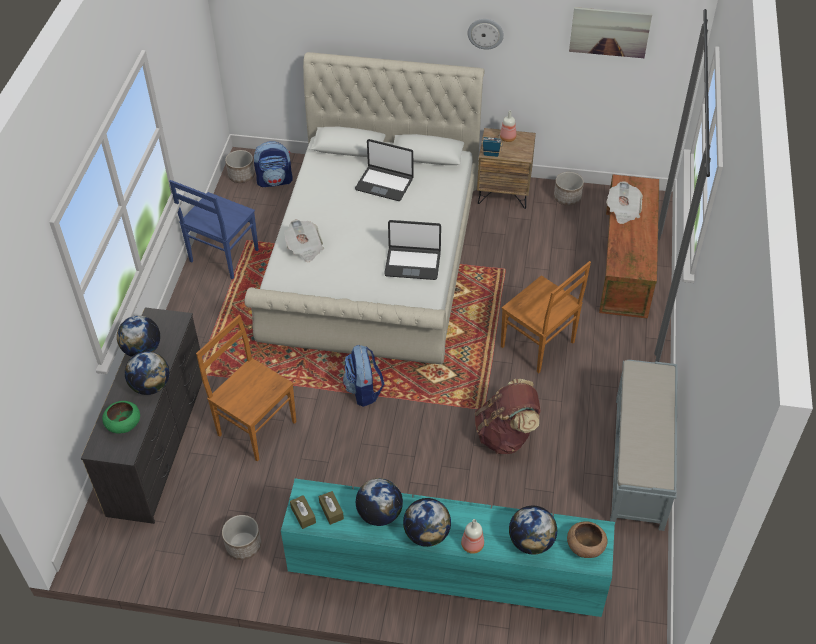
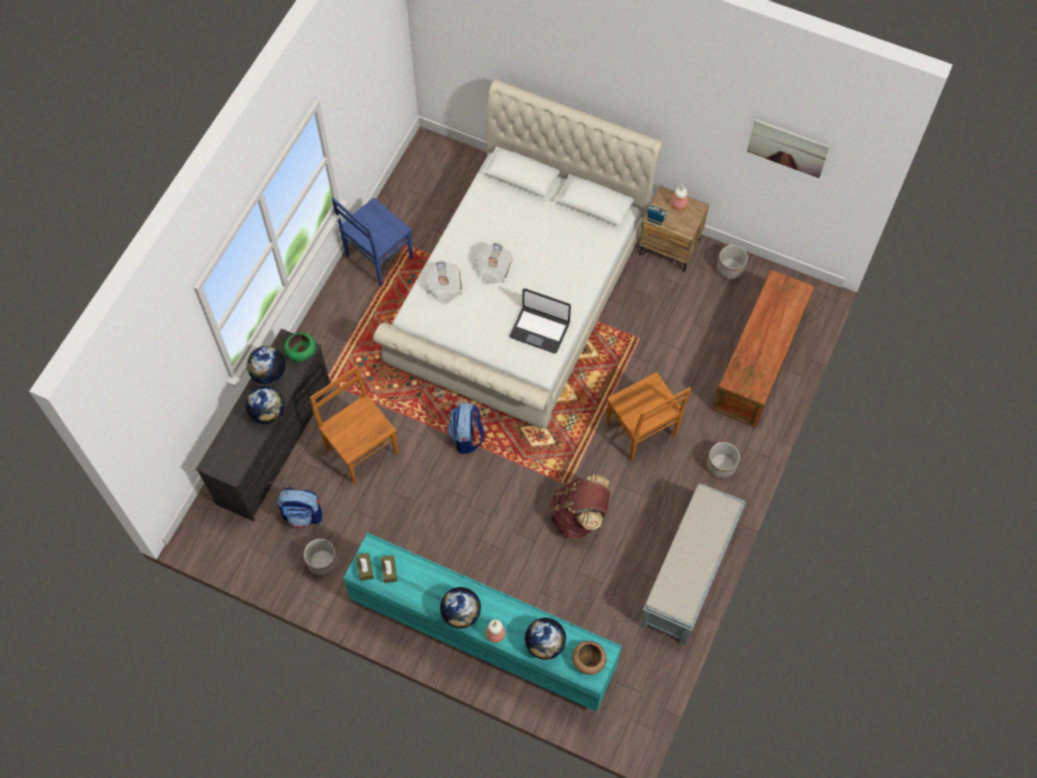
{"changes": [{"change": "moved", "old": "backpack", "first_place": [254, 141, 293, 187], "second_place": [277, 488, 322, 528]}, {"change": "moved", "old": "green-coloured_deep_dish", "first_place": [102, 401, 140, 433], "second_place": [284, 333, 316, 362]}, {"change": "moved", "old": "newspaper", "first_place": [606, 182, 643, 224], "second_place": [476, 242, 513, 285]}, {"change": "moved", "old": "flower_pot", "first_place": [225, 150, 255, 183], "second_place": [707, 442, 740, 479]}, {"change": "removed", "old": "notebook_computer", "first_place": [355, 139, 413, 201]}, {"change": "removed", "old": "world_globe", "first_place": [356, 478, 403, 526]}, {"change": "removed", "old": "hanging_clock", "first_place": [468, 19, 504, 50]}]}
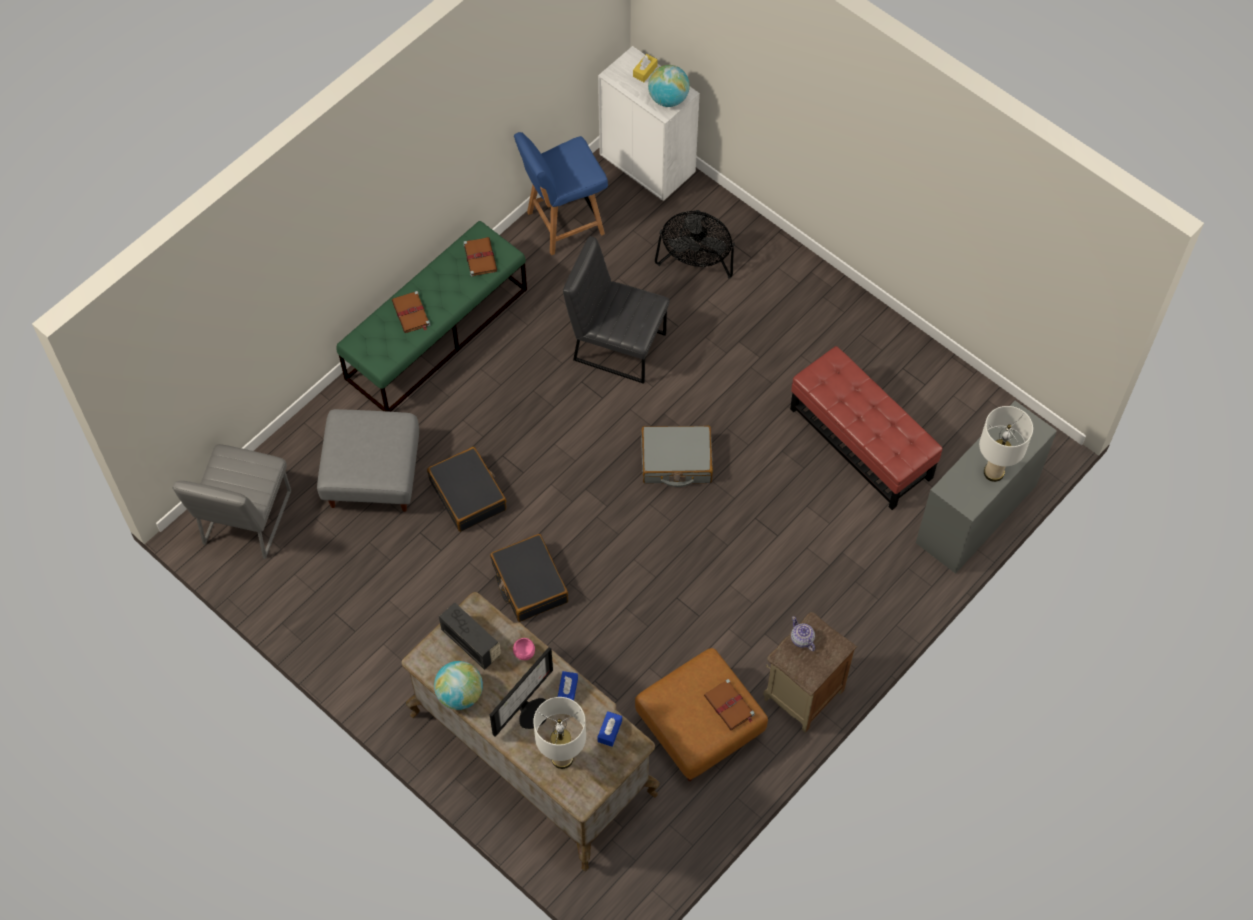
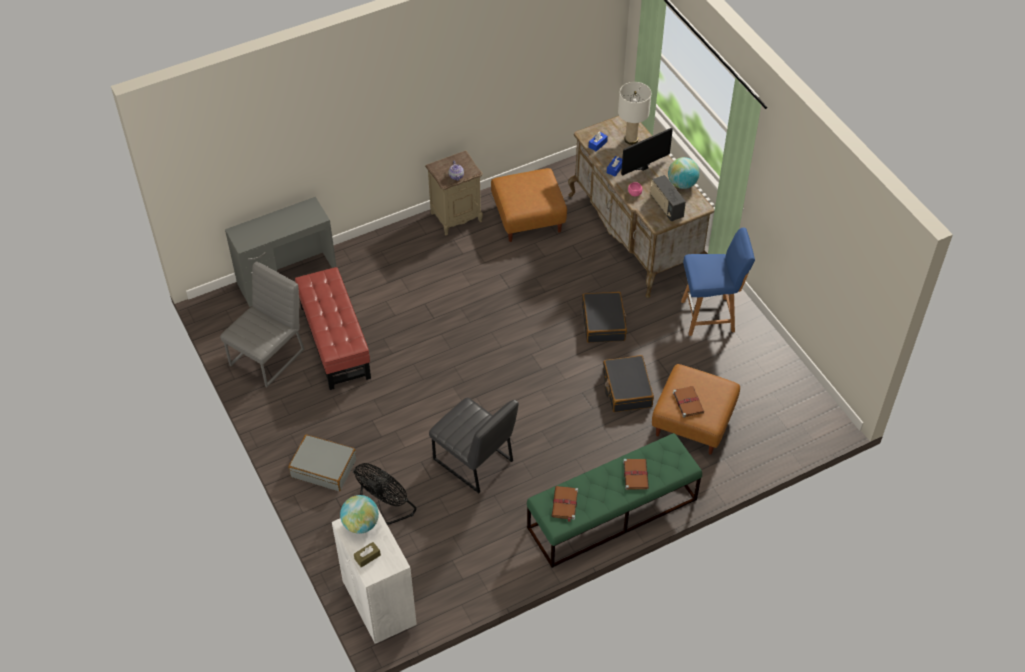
{"changes": [{"change": "moved", "old": "greyish_plain_chair", "first_place": [172, 444, 291, 559], "second_place": [220, 262, 304, 387]}, {"change": "moved", "old": "greyish_suitcase", "first_place": [641, 426, 713, 487], "second_place": [288, 435, 356, 491]}, {"change": "recoloured", "old": "yellow-coloured_tissue_holder", "new": "brownish_tissue_holder", "first_place": [633, 54, 658, 82], "second_place": [354, 542, 381, 568]}, {"change": "recoloured", "old": "greyish_ottoman", "new": "brownish_ottoman", "first_place": [317, 409, 419, 512], "second_place": [652, 364, 740, 455]}, {"change": "moved", "old": "brownish_book", "first_place": [704, 679, 755, 730], "second_place": [673, 386, 704, 418]}, {"change": "moved", "old": "blue_plain_chair", "first_place": [514, 132, 608, 255], "second_place": [681, 228, 755, 336]}, {"change": "removed", "old": "white_tabletop_lamp", "first_place": [979, 406, 1033, 482]}]}
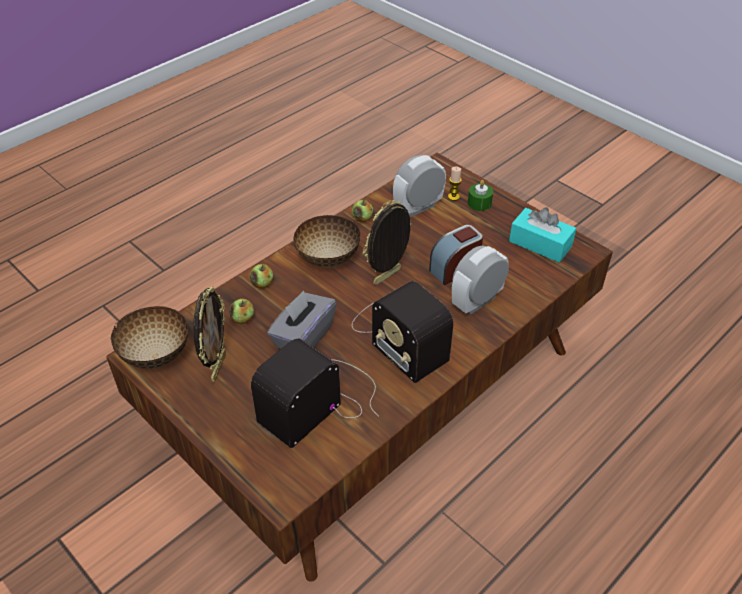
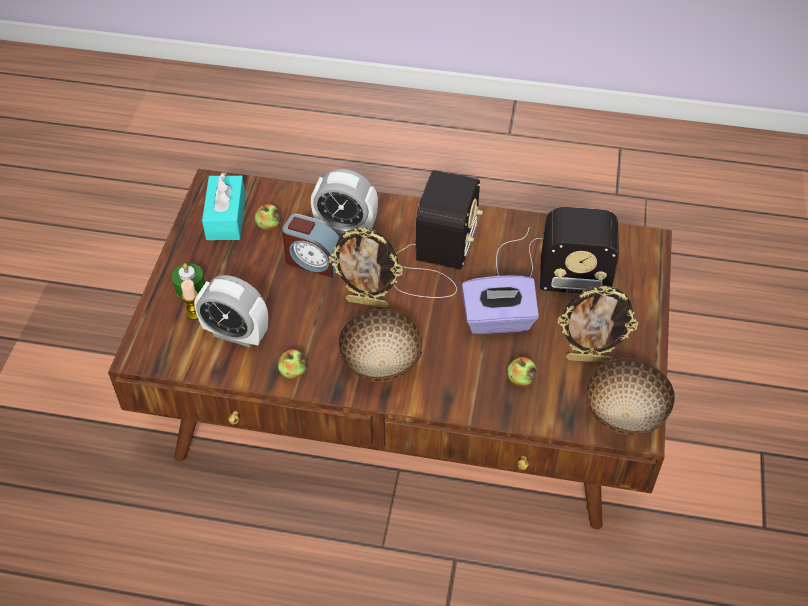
{"changes": [{"change": "moved", "old": "whole_apple", "first_place": [250, 264, 273, 289], "second_place": [255, 204, 281, 231]}, {"change": "recoloured", "old": "greyish_tissue_holder", "new": "purple_tissue_holder", "first_place": [267, 290, 336, 349], "second_place": [462, 276, 539, 334]}, {"change": "turned", "old": "picture_frame", "first_place": [193, 286, 226, 382], "second_place": [558, 285, 638, 363], "degrees": -150}]}
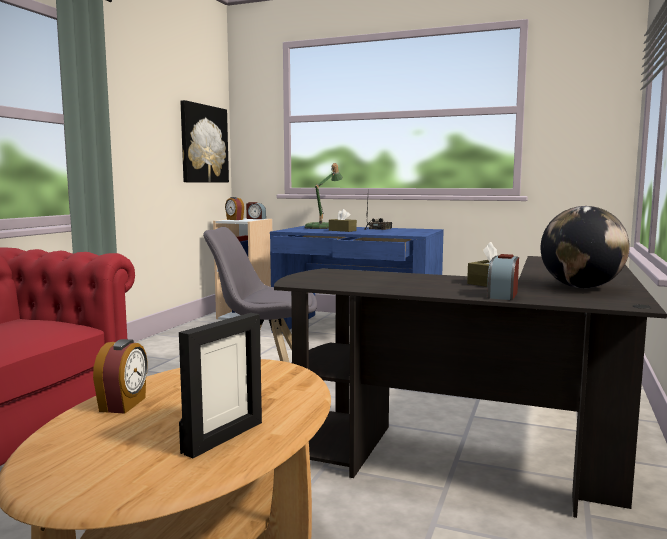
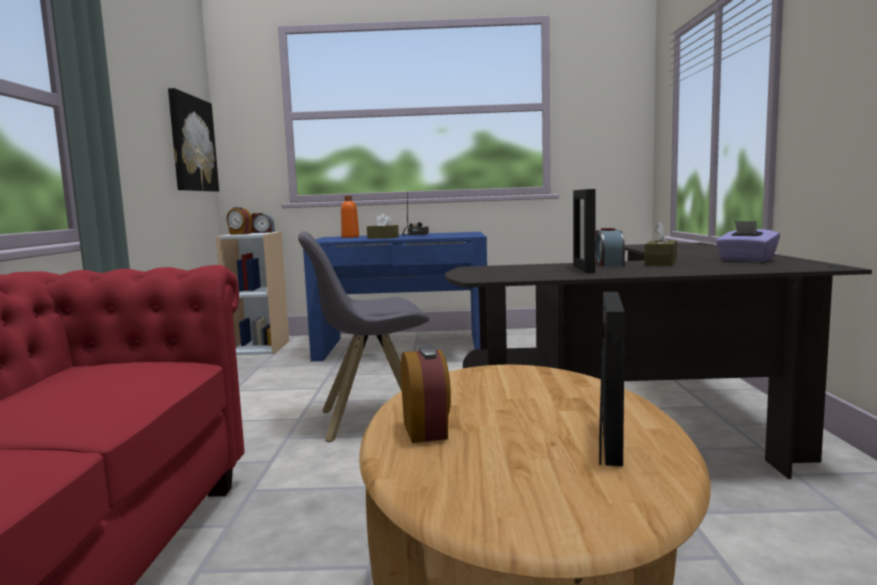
{"changes": [{"change": "replaced", "old": "tabletop_lamp", "new": "orange-coloured_beverage_bottle", "first_place": [304, 163, 343, 229], "second_place": [341, 196, 359, 238]}, {"change": "added", "new": "picture_frame", "second_place": [573, 189, 596, 273]}, {"change": "moved", "old": "bedside_clock", "first_place": [488, 254, 519, 300], "second_place": [595, 228, 625, 266]}, {"change": "replaced", "old": "world_globe", "new": "purple_tissue_holder", "first_place": [540, 206, 630, 288], "second_place": [716, 221, 780, 262]}]}
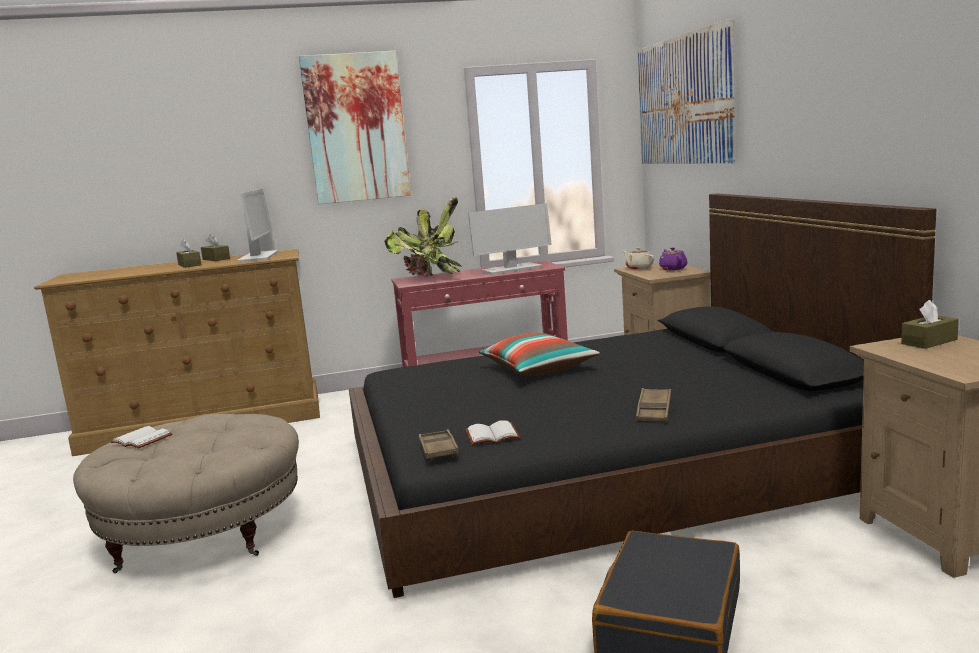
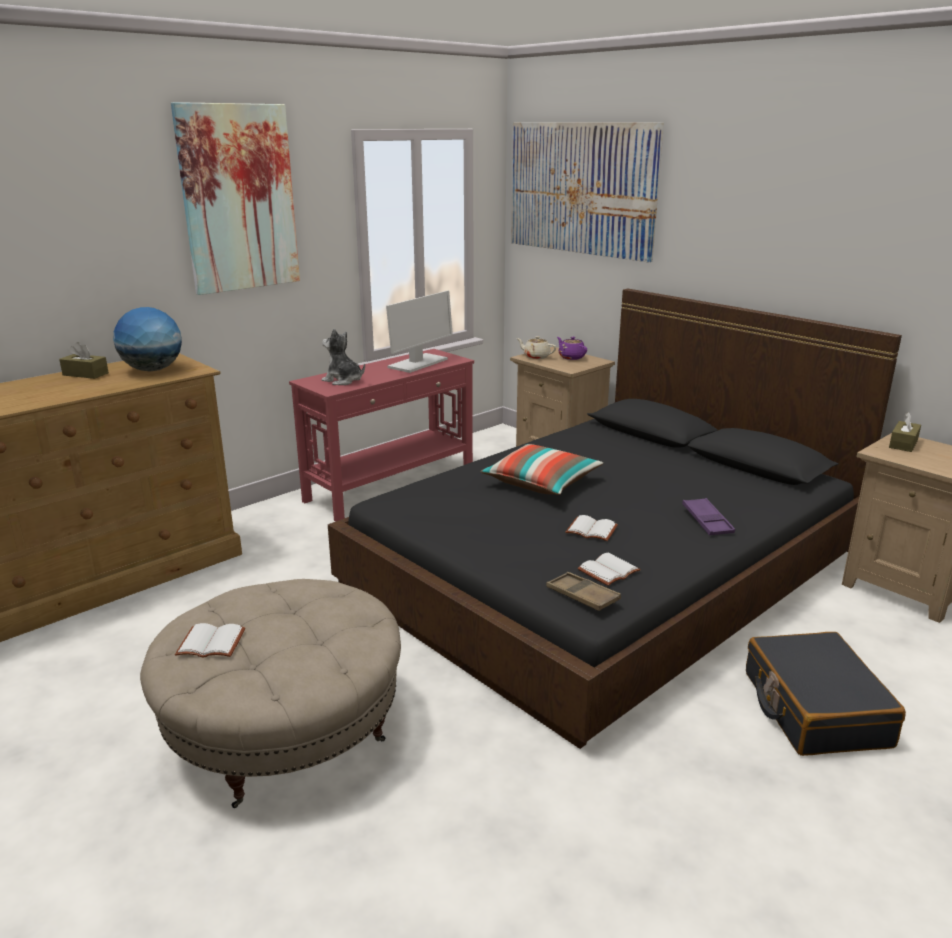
{"changes": [{"change": "replaced", "old": "computer_display", "new": "world_globe", "first_place": [237, 189, 278, 263], "second_place": [113, 307, 182, 372]}, {"change": "replaced", "old": "plant_in_a_pot", "new": "soft_toy", "first_place": [384, 197, 461, 277], "second_place": [322, 329, 365, 385]}, {"change": "added", "new": "white_book", "second_place": [565, 515, 618, 541]}, {"change": "recoloured", "old": "brownish_tray", "new": "purple_tray", "first_place": [636, 388, 671, 422], "second_place": [682, 498, 735, 535]}, {"change": "removed", "old": "brownish_tissue_holder", "first_place": [176, 239, 201, 268]}]}
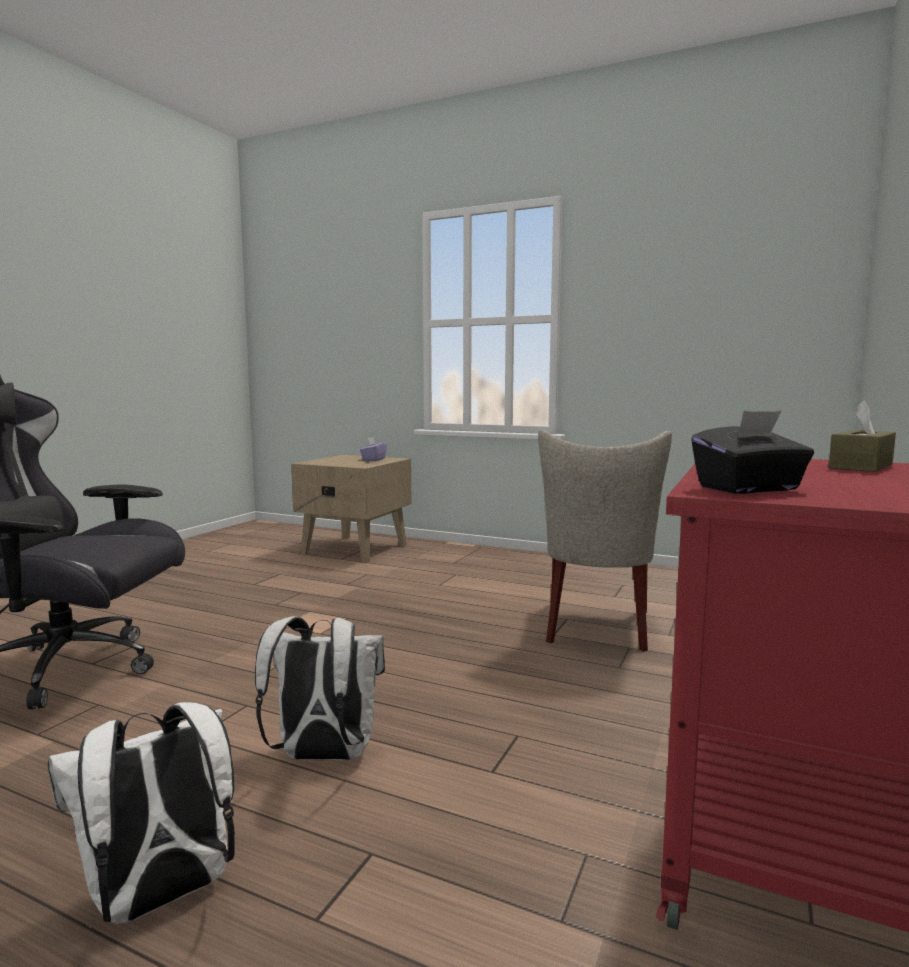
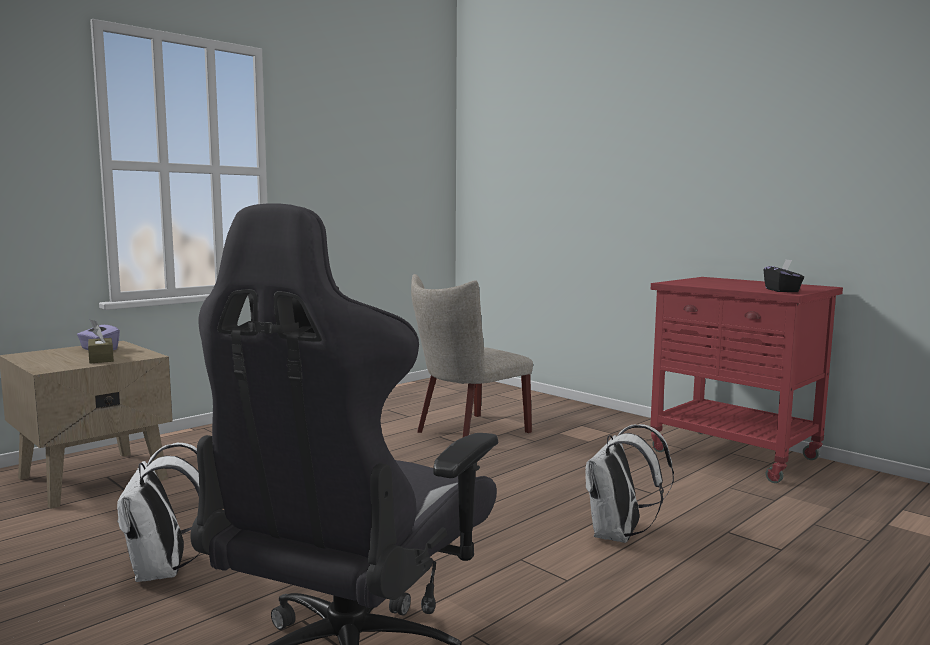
{"changes": [{"change": "moved", "old": "brownish_tissue_holder", "first_place": [829, 401, 896, 472], "second_place": [88, 325, 114, 364]}, {"change": "moved", "old": "white_backpack", "first_place": [47, 702, 235, 924], "second_place": [117, 443, 200, 582]}, {"change": "turned", "old": "beige_plain_chair", "first_place": [538, 429, 672, 652], "second_place": [411, 274, 533, 437], "degrees": 105}]}
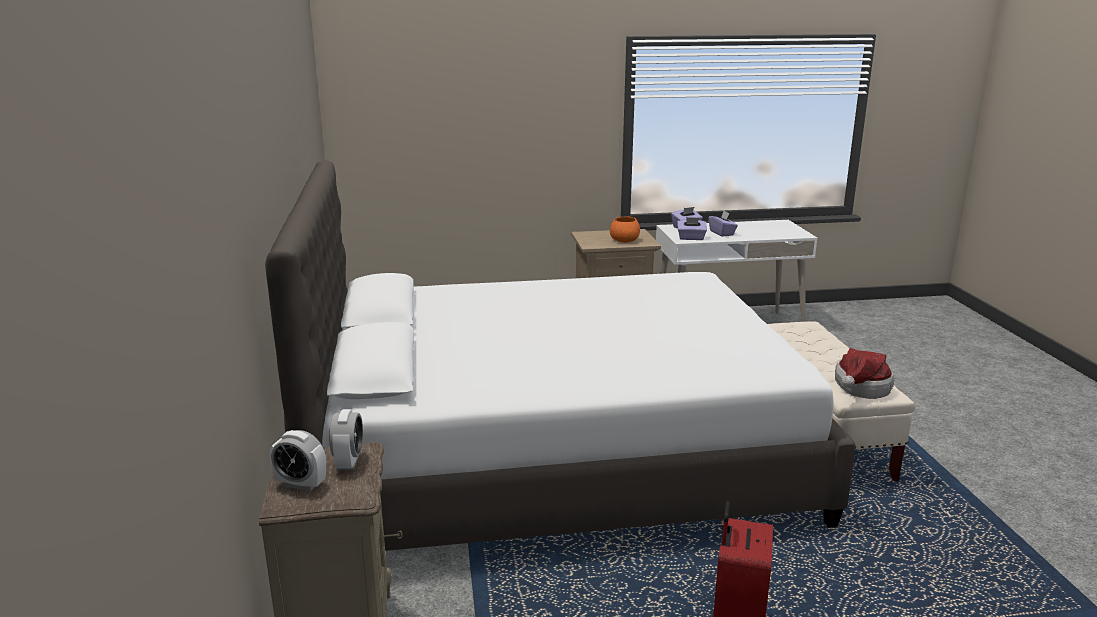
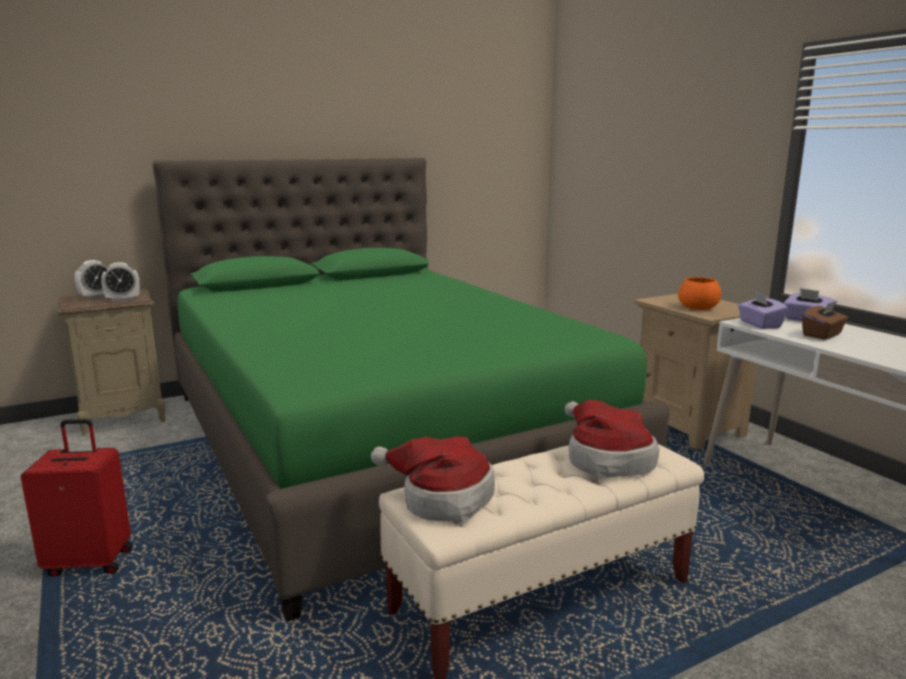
{"changes": [{"change": "turned", "old": "bedside_clock", "first_place": [270, 430, 326, 491], "second_place": [75, 260, 109, 299], "degrees": -135}, {"change": "recoloured", "old": "white_sleeping_bed", "new": "green-coloured_sleeping_bed", "first_place": [265, 160, 856, 551], "second_place": [153, 158, 669, 622]}, {"change": "added", "new": "hat", "second_place": [565, 400, 659, 478]}, {"change": "recoloured", "old": "purple_tissue_holder", "new": "brownish_tissue_holder", "first_place": [709, 211, 738, 237], "second_place": [802, 301, 848, 340]}]}
